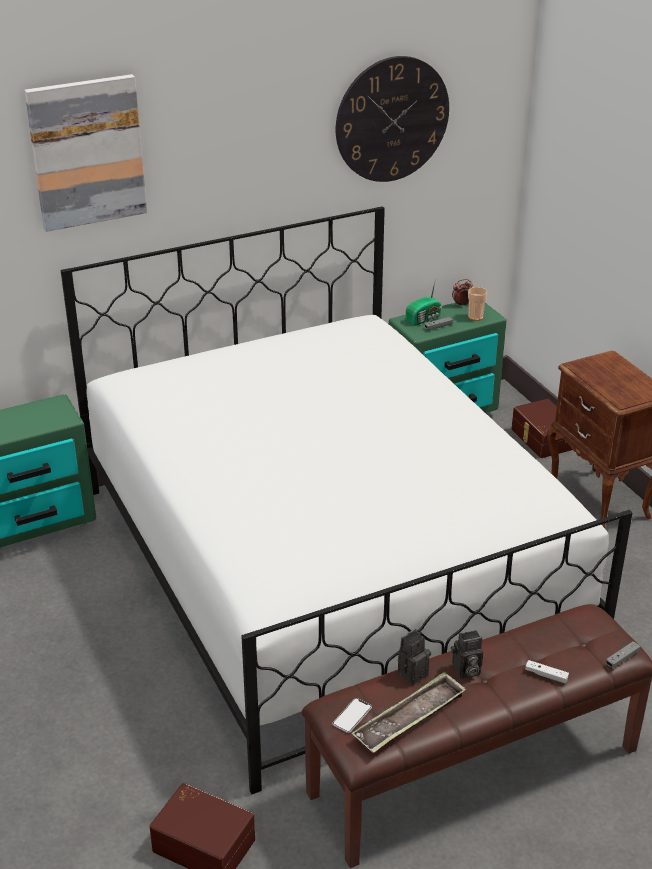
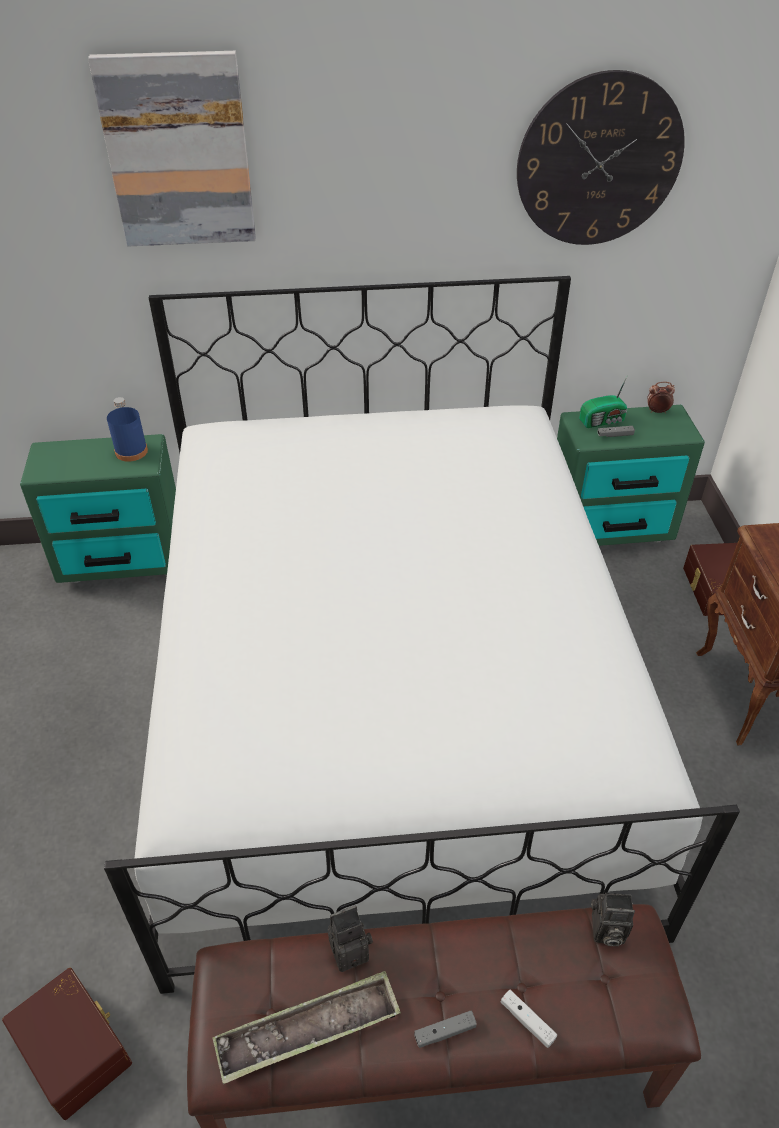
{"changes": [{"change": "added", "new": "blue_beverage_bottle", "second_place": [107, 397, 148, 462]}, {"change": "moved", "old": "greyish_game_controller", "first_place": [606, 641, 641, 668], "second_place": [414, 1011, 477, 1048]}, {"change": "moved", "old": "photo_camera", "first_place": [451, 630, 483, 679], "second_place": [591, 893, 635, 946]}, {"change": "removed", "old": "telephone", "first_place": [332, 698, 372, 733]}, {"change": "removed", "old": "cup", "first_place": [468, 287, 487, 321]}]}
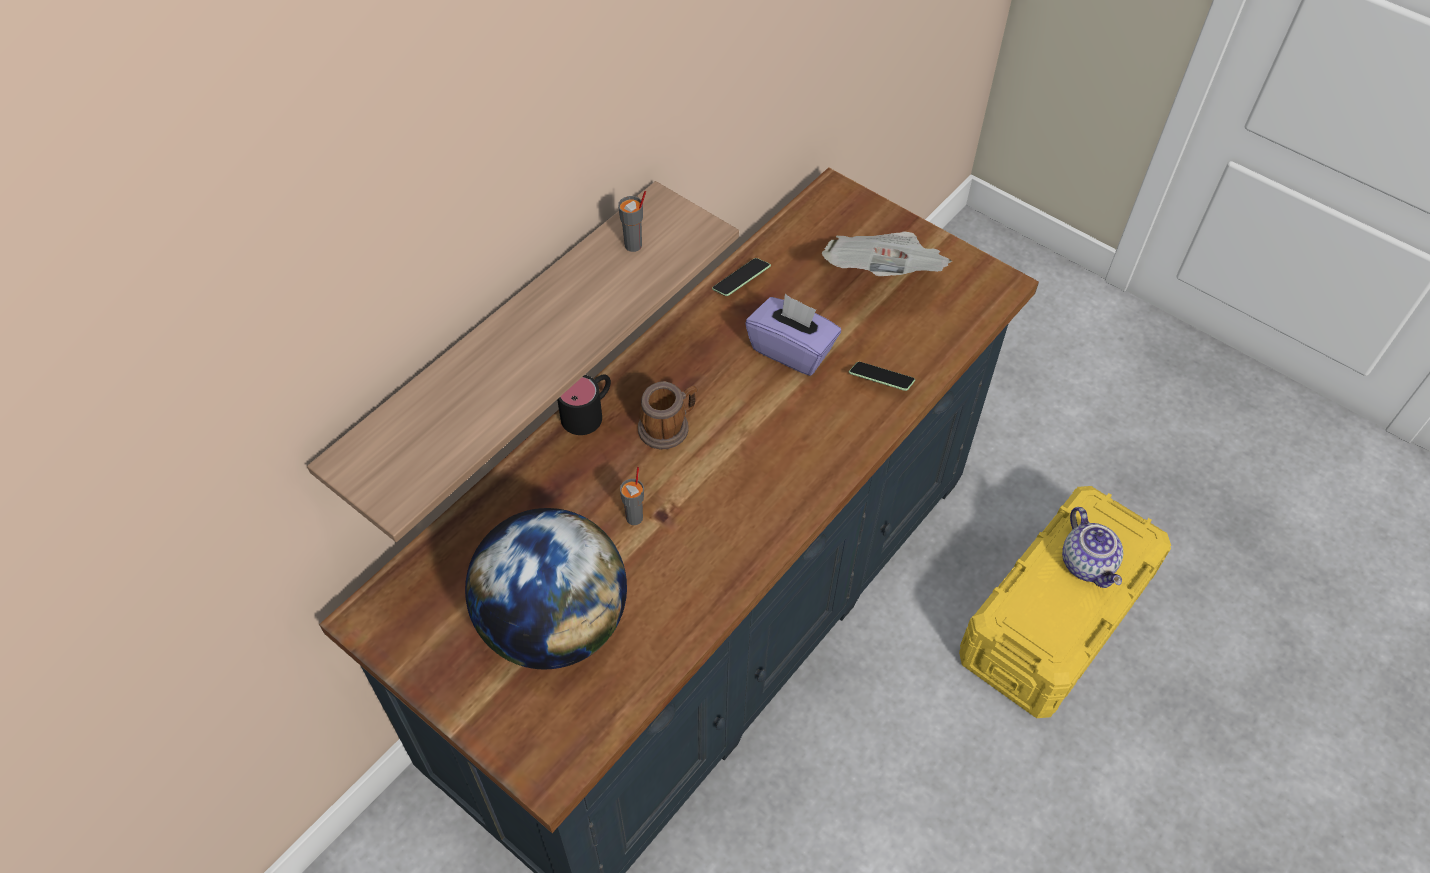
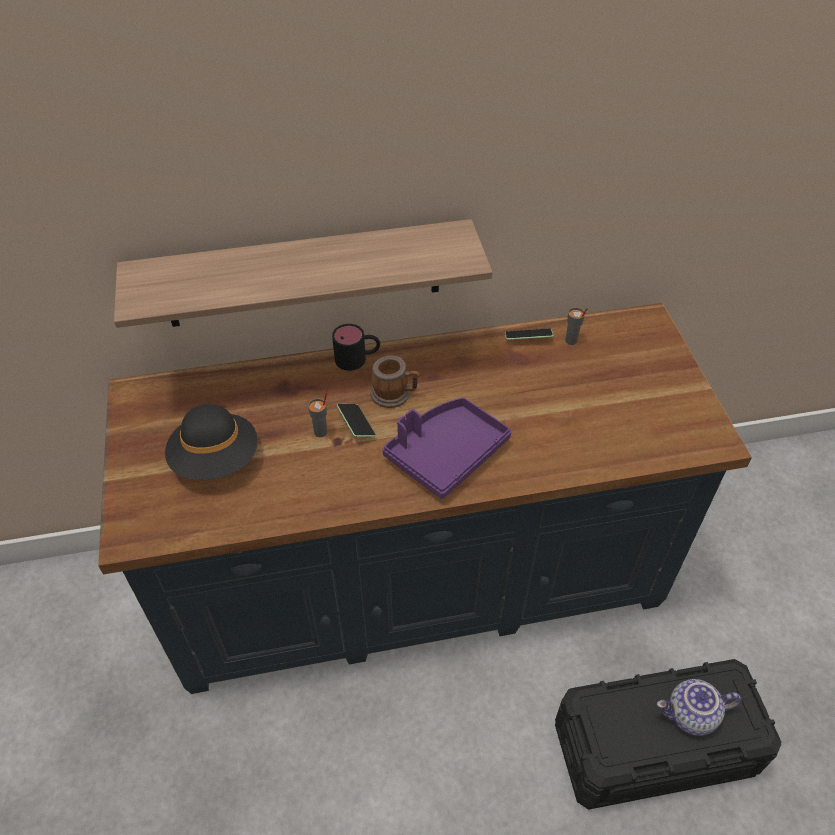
{"changes": [{"change": "replaced", "old": "world_globe", "new": "black-coloured_hat", "first_place": [465, 508, 627, 669], "second_place": [165, 404, 257, 480]}, {"change": "moved", "old": "telephone", "first_place": [849, 362, 915, 391], "second_place": [337, 404, 376, 437]}, {"change": "added", "new": "purple_tray", "second_place": [382, 397, 511, 499]}, {"change": "recoloured", "old": "yellow-coloured_storage_box", "new": "black-coloured_storage_box", "first_place": [959, 486, 1171, 718], "second_place": [555, 659, 782, 810]}, {"change": "moved", "old": "greyish_cup", "first_place": [618, 191, 646, 252], "second_place": [565, 308, 588, 345]}, {"change": "turned", "old": "tea_pot", "first_place": [1062, 507, 1123, 588], "second_place": [657, 679, 742, 736], "degrees": 60}, {"change": "removed", "old": "purple_tissue_holder", "first_place": [745, 294, 841, 376]}, {"change": "removed", "old": "newspaper", "first_place": [821, 231, 952, 276]}]}
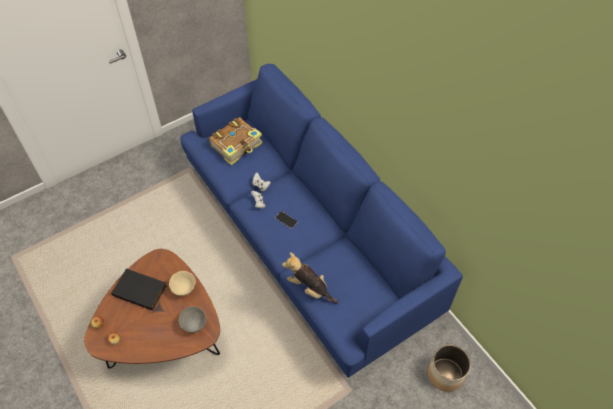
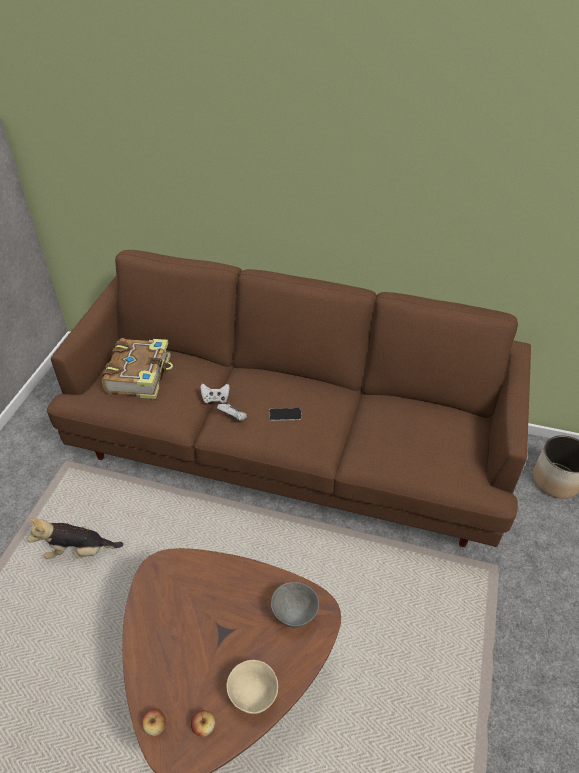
{"changes": [{"change": "moved", "old": "soft_toy", "first_place": [282, 252, 339, 304], "second_place": [27, 518, 124, 559]}, {"change": "recoloured", "old": "blue_sofa", "new": "brownish_sofa", "first_place": [180, 64, 463, 377], "second_place": [47, 250, 531, 547]}, {"change": "moved", "old": "beige_deep_dish", "first_place": [169, 271, 195, 296], "second_place": [226, 660, 278, 714]}, {"change": "removed", "old": "black-coloured_book", "first_place": [111, 268, 167, 311]}]}
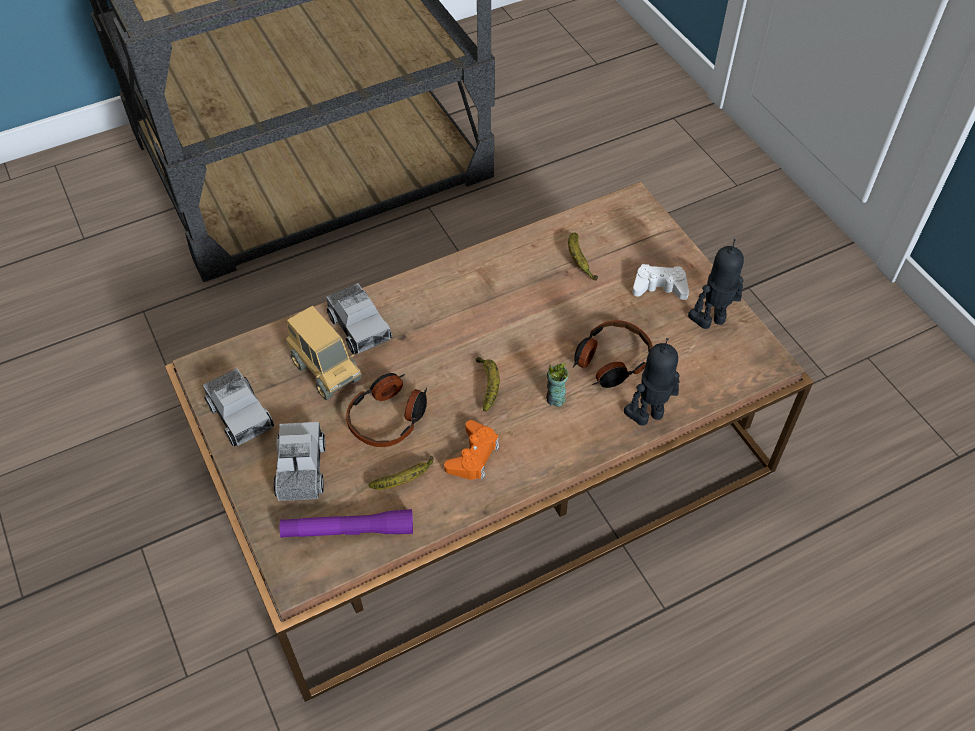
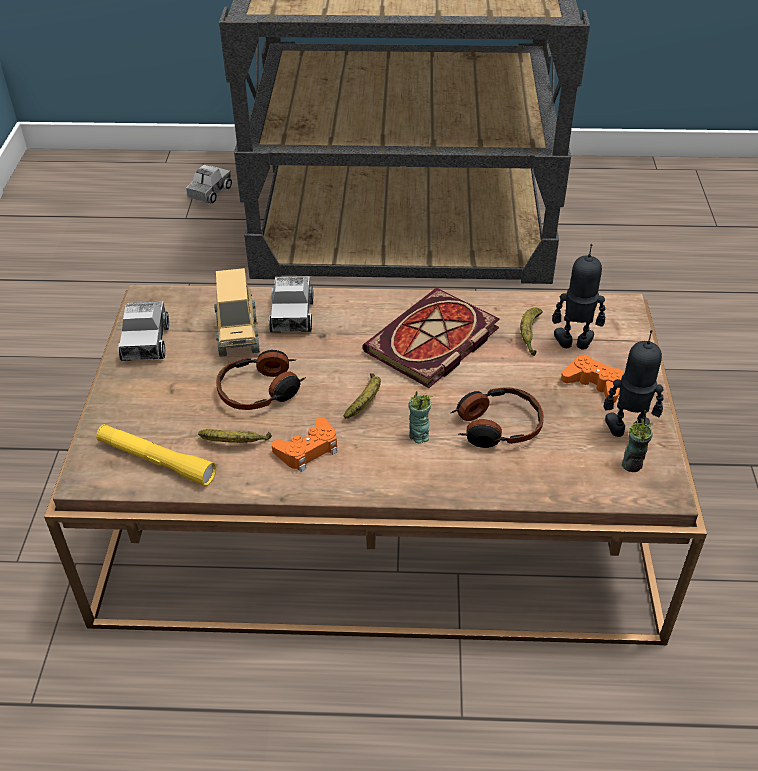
{"changes": [{"change": "recoloured", "old": "purple_flashlight", "new": "yellow-coloured_flashlight", "first_place": [280, 509, 413, 538], "second_place": [96, 424, 216, 486]}, {"change": "moved", "old": "toy_lorry", "first_place": [274, 422, 325, 501], "second_place": [186, 165, 232, 204]}, {"change": "added", "new": "book", "second_place": [363, 288, 500, 388]}, {"change": "moved", "old": "robot_figure", "first_place": [624, 338, 680, 426], "second_place": [552, 244, 605, 349]}, {"change": "recoloured", "old": "white_game_controller", "new": "orange-coloured_game_controller", "first_place": [632, 264, 689, 300], "second_place": [561, 355, 624, 403]}, {"change": "added", "new": "cup", "second_place": [622, 411, 654, 472]}]}
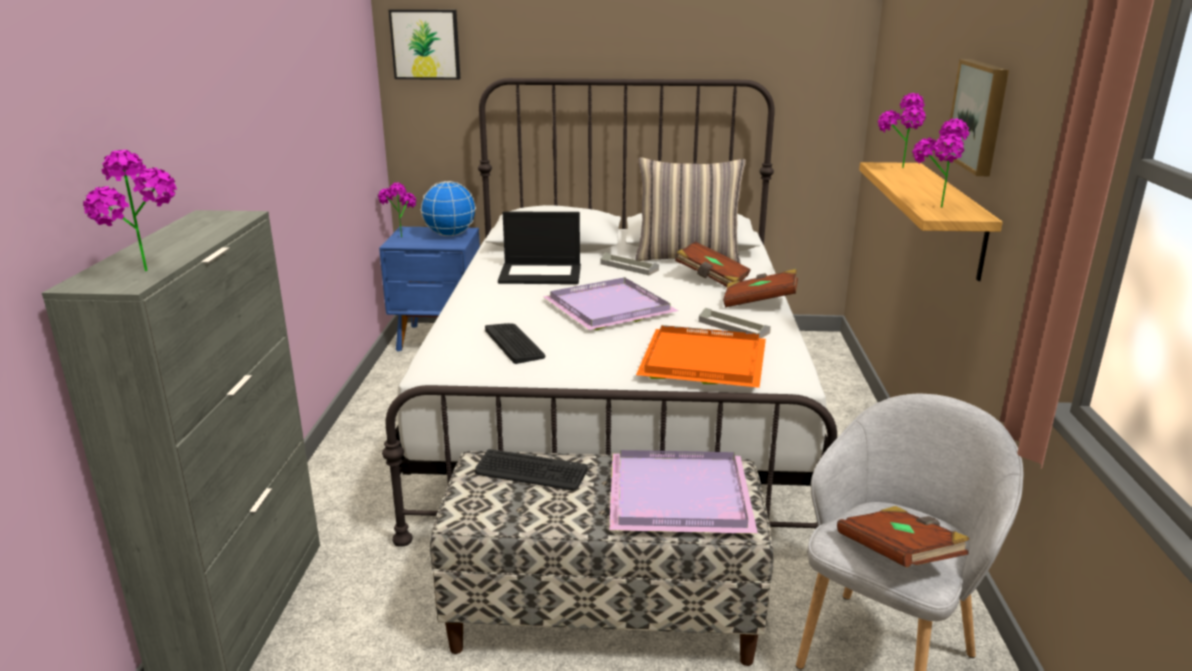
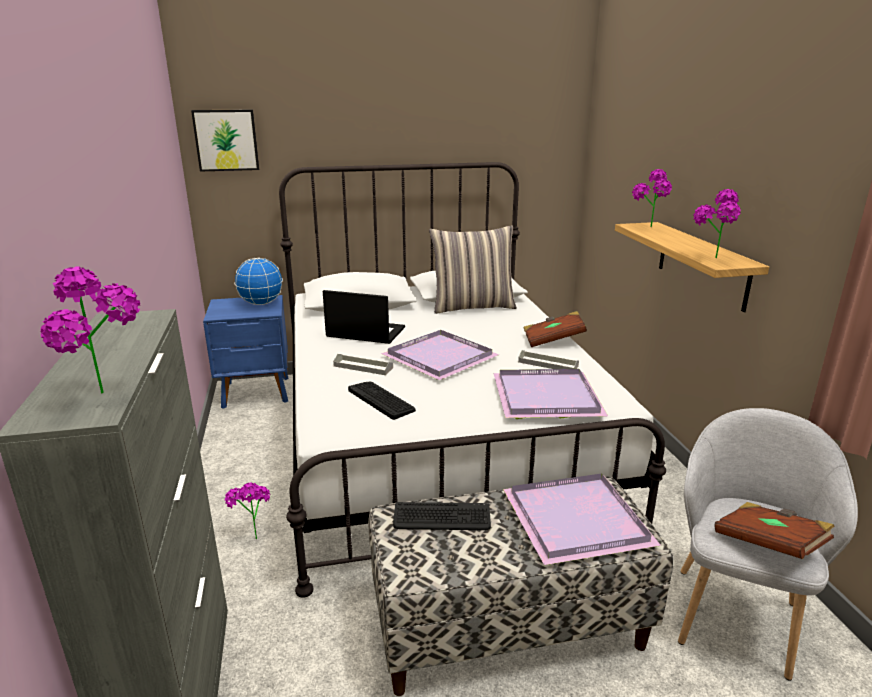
{"changes": [{"change": "moved", "old": "plant_in_a_pot", "first_place": [378, 183, 416, 237], "second_place": [225, 483, 270, 539]}, {"change": "turned", "old": "notebook_computer", "first_place": [498, 211, 581, 284], "second_place": [323, 290, 405, 344], "degrees": -150}, {"change": "moved", "old": "greyish_tray", "first_place": [600, 252, 659, 275], "second_place": [333, 354, 393, 375]}, {"change": "recoloured", "old": "orange-coloured_tray", "new": "purple_tray", "first_place": [636, 325, 766, 388], "second_place": [494, 369, 608, 419]}, {"change": "removed", "old": "brownish_book", "first_place": [675, 241, 751, 287]}, {"change": "removed", "old": "wall_art", "first_place": [945, 59, 1009, 176]}]}
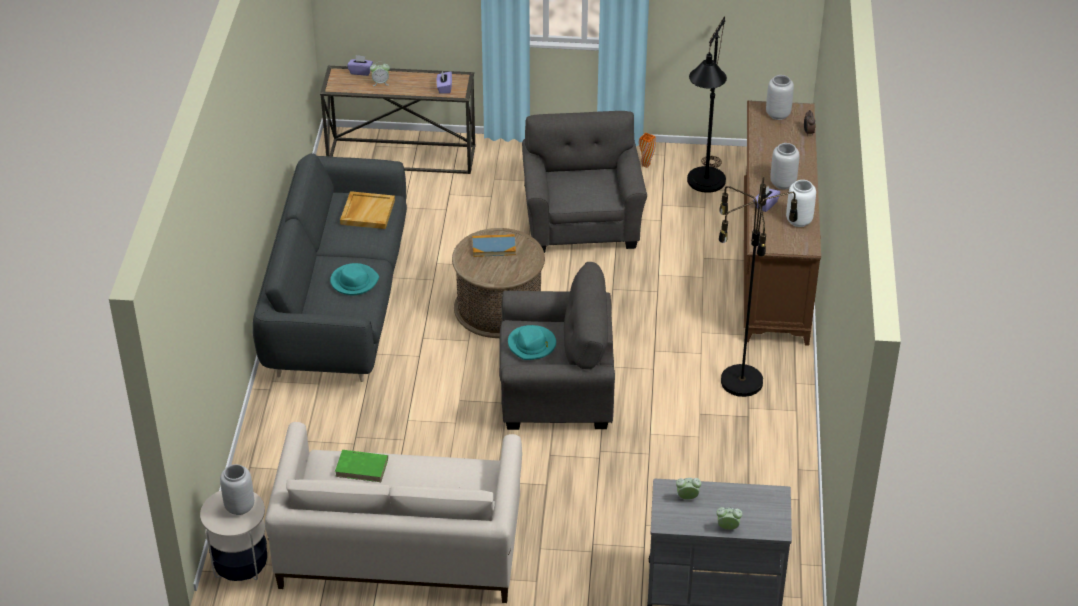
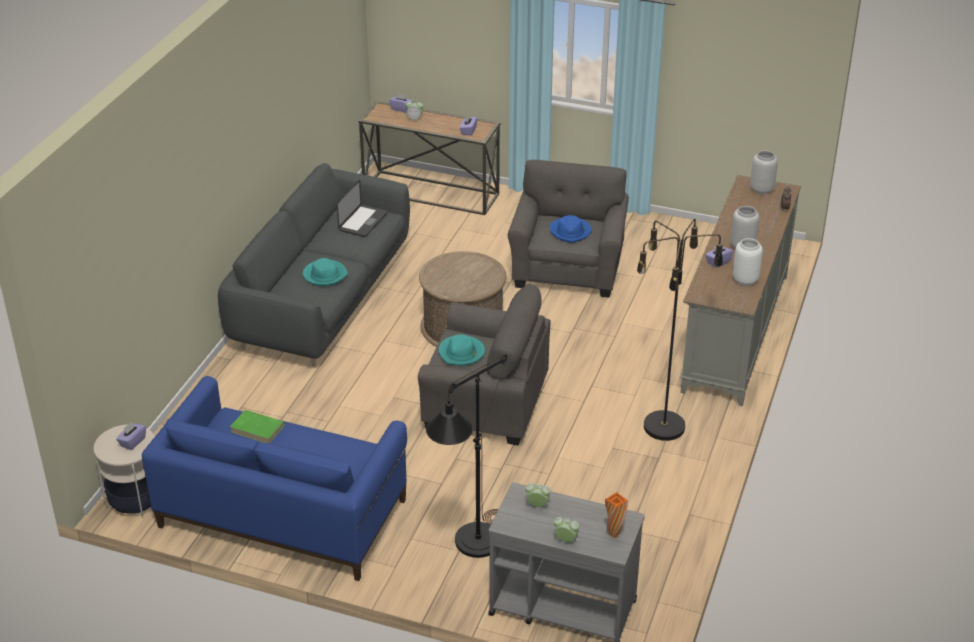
{"changes": [{"change": "replaced", "old": "greyish_vase", "new": "purple_tissue_holder", "first_place": [220, 464, 254, 515], "second_place": [116, 422, 146, 450]}, {"change": "recoloured", "old": "beige_sofa", "new": "blue_sofa", "first_place": [265, 422, 522, 603], "second_place": [142, 376, 407, 581]}, {"change": "replaced", "old": "beige_tray", "new": "notebook_computer", "first_place": [340, 191, 395, 229], "second_place": [337, 180, 387, 237]}, {"change": "moved", "old": "black-coloured_standing_lamp", "first_place": [687, 16, 727, 193], "second_place": [426, 354, 507, 558]}, {"change": "added", "new": "blue_hat", "second_place": [550, 215, 592, 243]}, {"change": "moved", "old": "orange-coloured_vase", "first_place": [639, 132, 656, 168], "second_place": [605, 492, 628, 538]}, {"change": "recoloured", "old": "brownish_cabinet", "new": "greyish_cabinet", "first_place": [744, 101, 821, 346], "second_place": [680, 175, 801, 406]}, {"change": "removed", "old": "book", "first_place": [472, 234, 516, 257]}]}
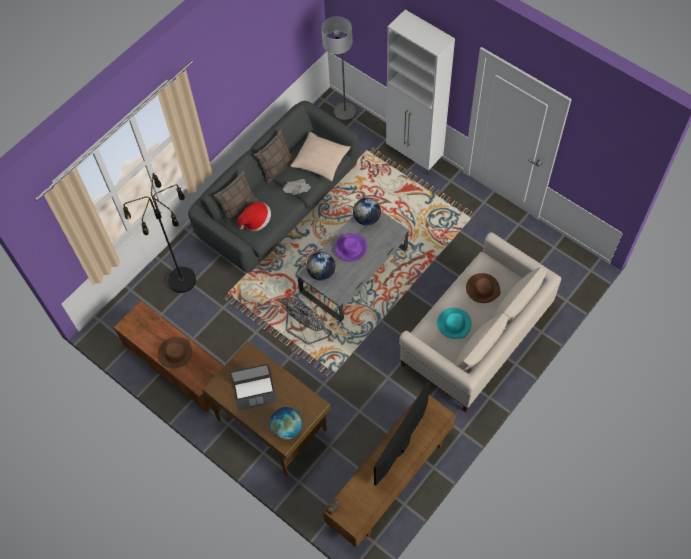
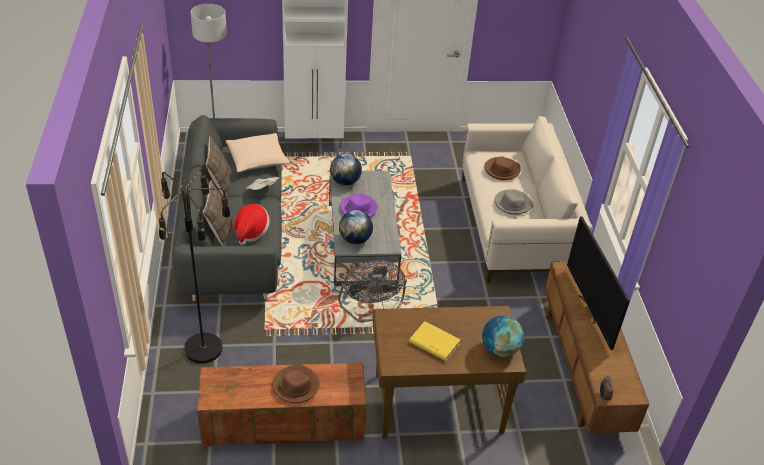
{"changes": [{"change": "replaced", "old": "notebook_computer", "new": "yellow-coloured_book", "first_place": [229, 364, 277, 411], "second_place": [409, 321, 461, 361]}, {"change": "recoloured", "old": "blue-green_hat", "new": "greyish_hat", "first_place": [437, 308, 472, 339], "second_place": [494, 189, 533, 215]}]}
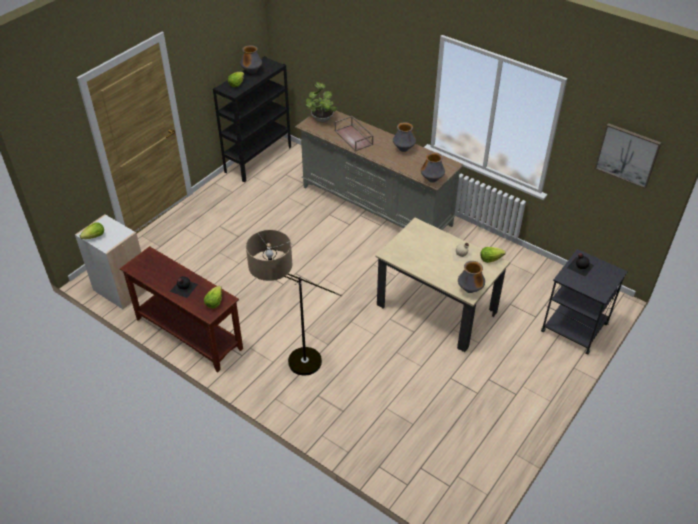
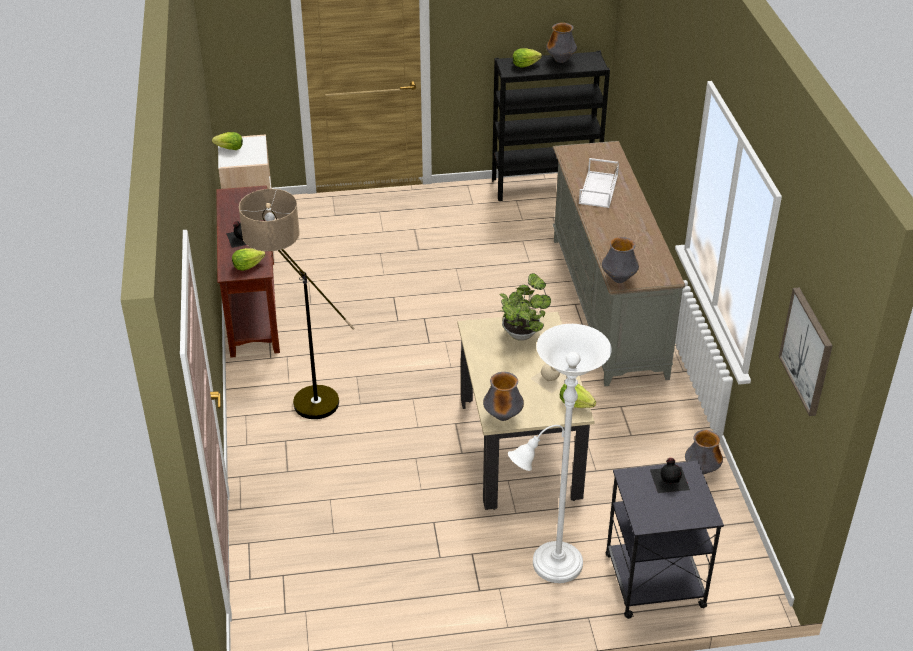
{"changes": [{"change": "moved", "old": "plant_in_a_pot", "first_place": [306, 82, 338, 123], "second_place": [499, 273, 551, 341]}, {"change": "added", "new": "white_standing_lamp", "second_place": [508, 324, 612, 583]}, {"change": "recoloured", "old": "brownish_tray", "new": "white_tray", "first_place": [335, 116, 373, 151], "second_place": [579, 158, 619, 208]}, {"change": "moved", "old": "vase", "first_place": [393, 122, 416, 152], "second_place": [685, 430, 723, 475]}]}
